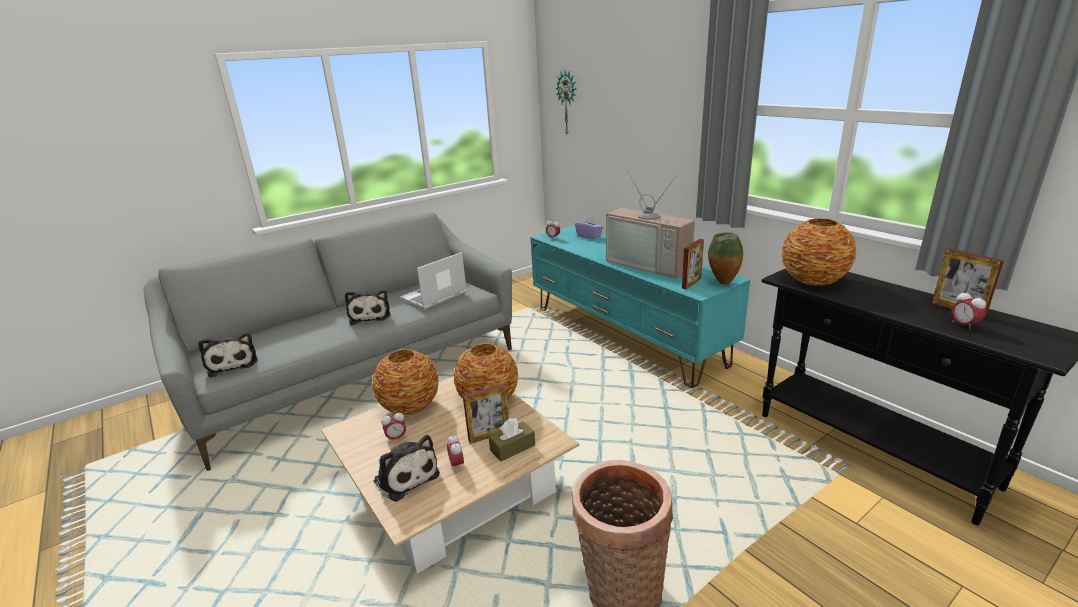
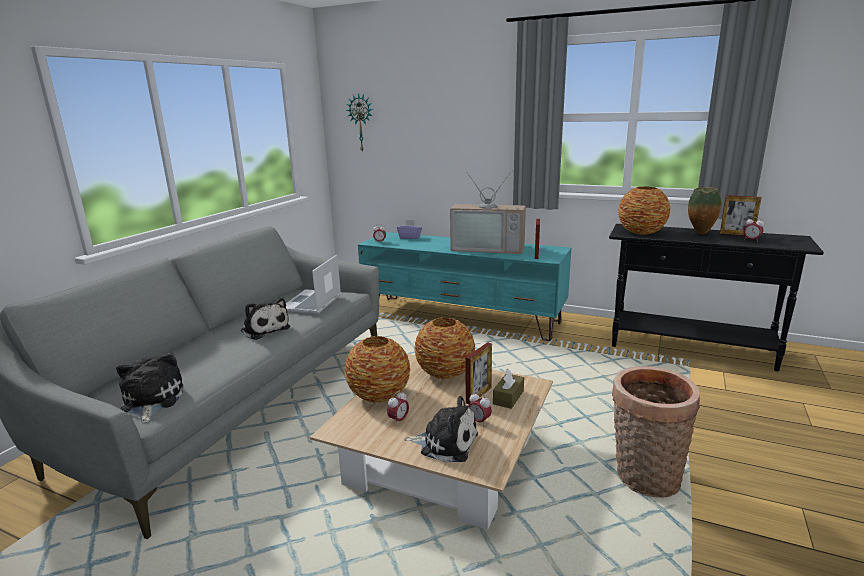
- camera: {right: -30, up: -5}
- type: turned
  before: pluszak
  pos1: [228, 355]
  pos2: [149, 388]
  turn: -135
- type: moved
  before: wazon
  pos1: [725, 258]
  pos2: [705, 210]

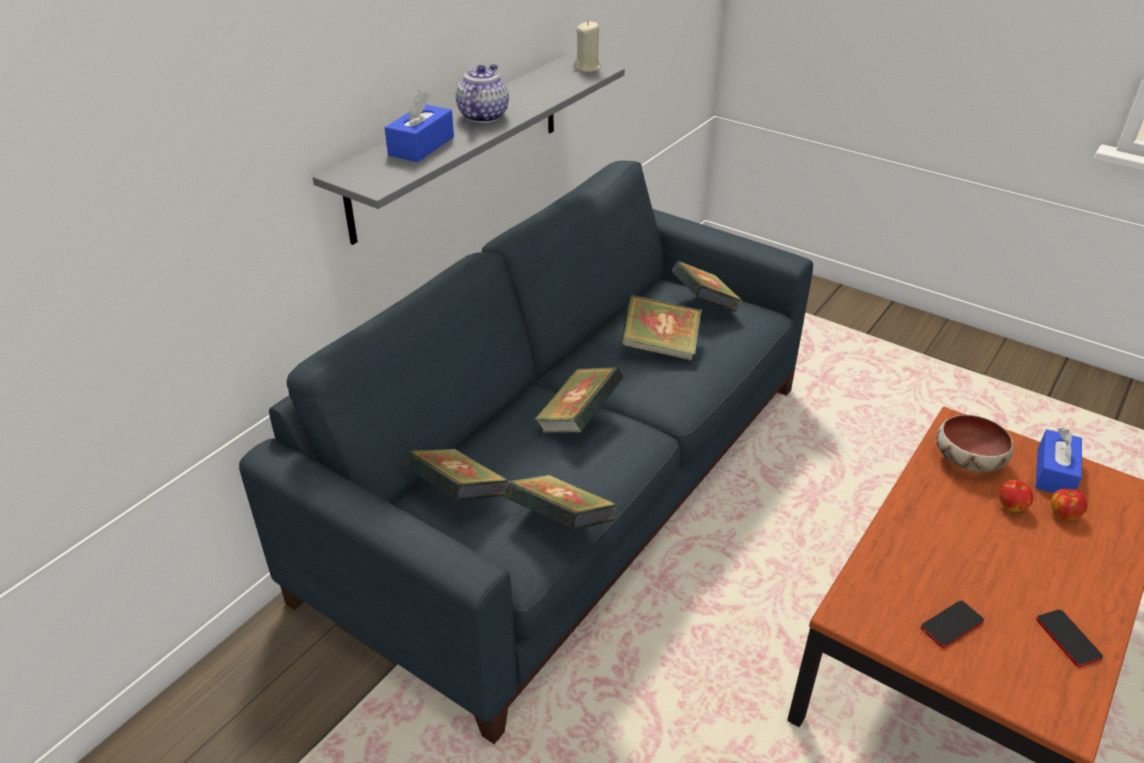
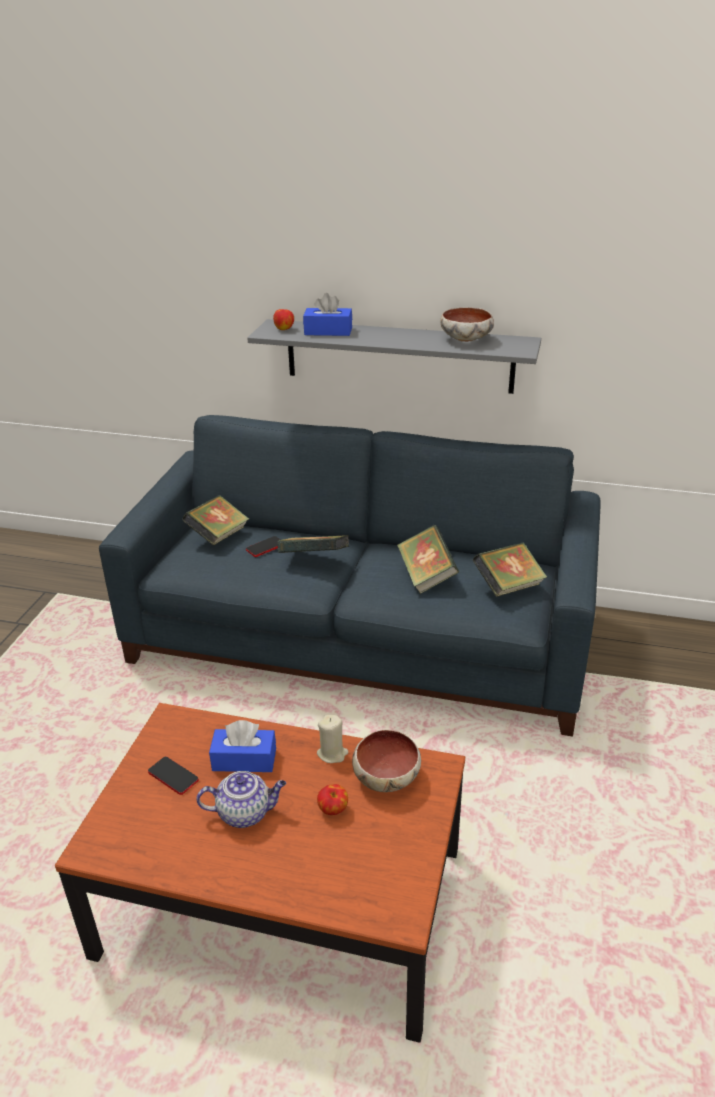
- camera: {right: 70, up: -5}
- type: moved
  before: imbryk
  pos1: [482, 93]
  pos2: [241, 799]
- type: moved
  before: pudełko chusteczek/niebieski
  pos1: [1058, 460]
  pos2: [242, 746]
- type: moved
  before: telefon
  pos1: [1069, 638]
  pos2: [263, 546]
- type: moved
  before: jabłko
  pos1: [1069, 505]
  pos2: [283, 319]
- type: moved
  before: świeca/beżowy
  pos1: [587, 46]
  pos2: [332, 739]
- type: added
  after: miska
  pos2: [467, 324]
- type: removed
  before: książka
  pos1: [561, 502]

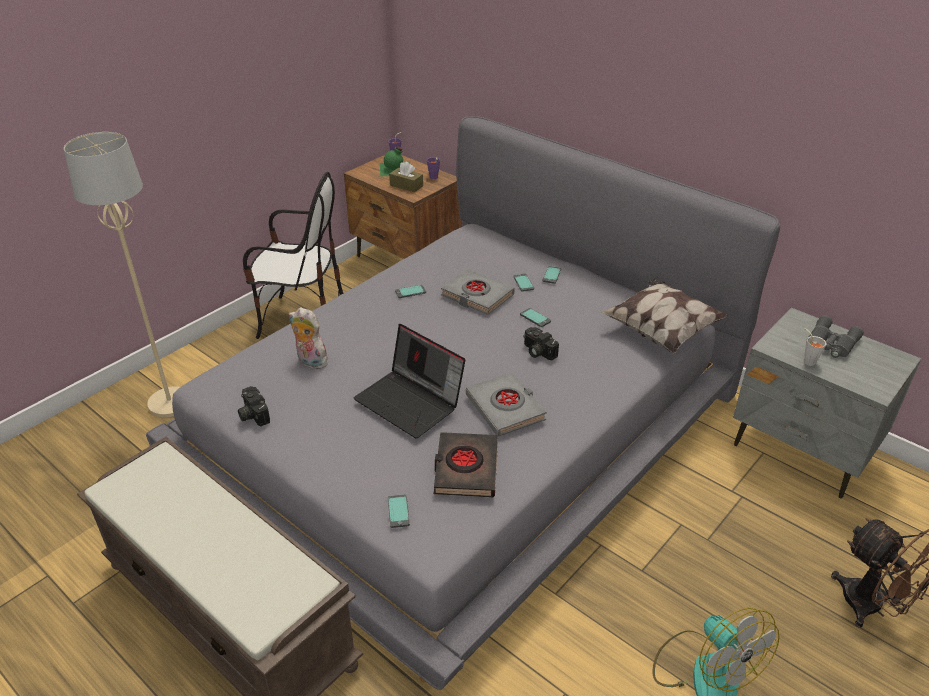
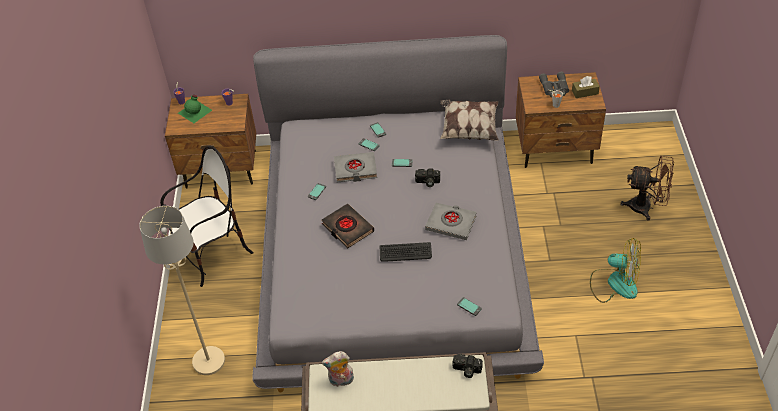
- camera: {right: -40, up: 10}
- type: moved
  before: książka/czarny
  pos1: [466, 464]
  pos2: [347, 226]
- type: moved
  before: pluszak
  pos1: [308, 338]
  pos2: [337, 369]
- type: replaced
  before: laptop
  after: klawiatura
  pos1: [409, 381]
  pos2: [406, 252]
- type: moved
  before: aparat fotograficzny
  pos1: [254, 406]
  pos2: [468, 366]
- type: recoloured
  before: szafka nocna/szary
  after: szafka nocna/brązowy
  pos1: [827, 403]
  pos2: [561, 120]
- type: moved
  before: pudełko chusteczek/brązowy
  pos1: [406, 176]
  pos2: [586, 87]

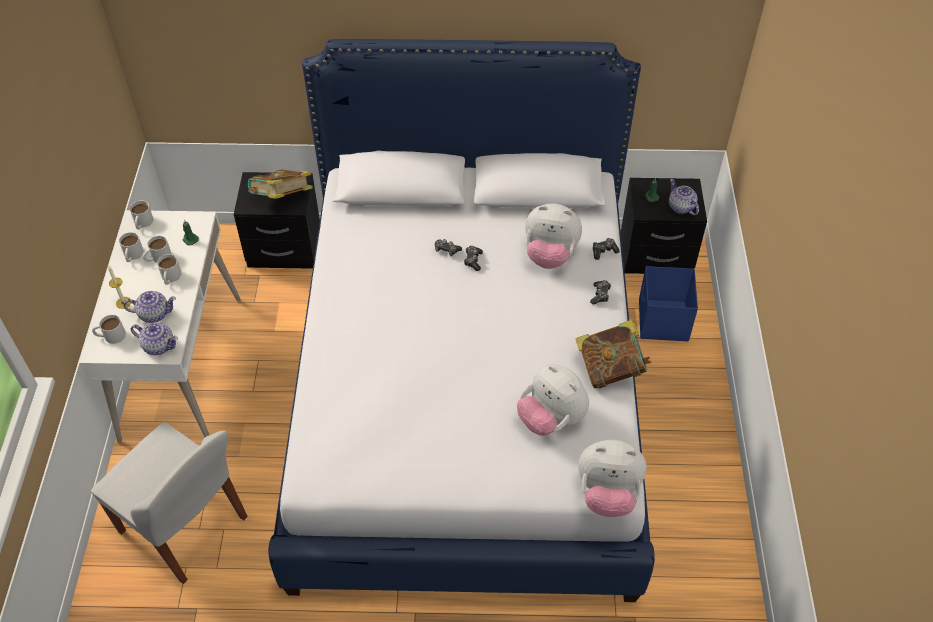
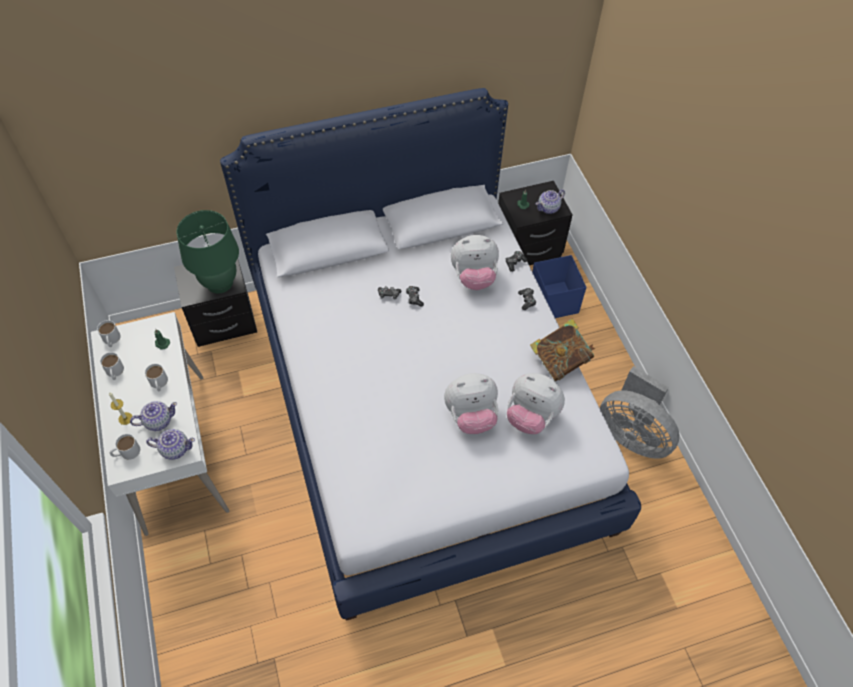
- camera: {right: -20, up: 5}
- type: replaced
  before: książka
  after: lampa stołowa/zielony
  pos1: [280, 184]
  pos2: [207, 251]
- type: moved
  before: pluszak
  pos1: [612, 478]
  pos2: [471, 403]
- type: turned
  before: imbryk
  pos1: [684, 197]
  pos2: [550, 201]
  turn: -75
- type: added
  after: wentylator/szary
  pos2: [639, 412]
- type: removed
  before: krzesło/biały
  pos1: [169, 503]
- type: removed
  before: kubek/biały
  pos1: [157, 249]

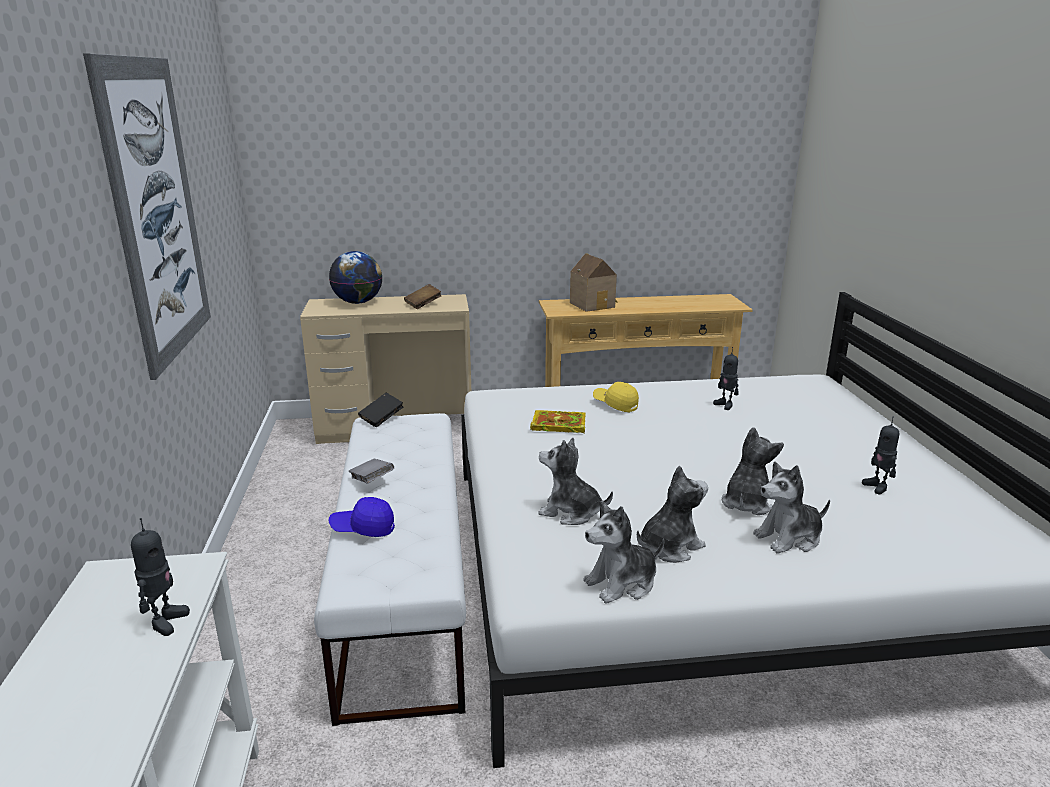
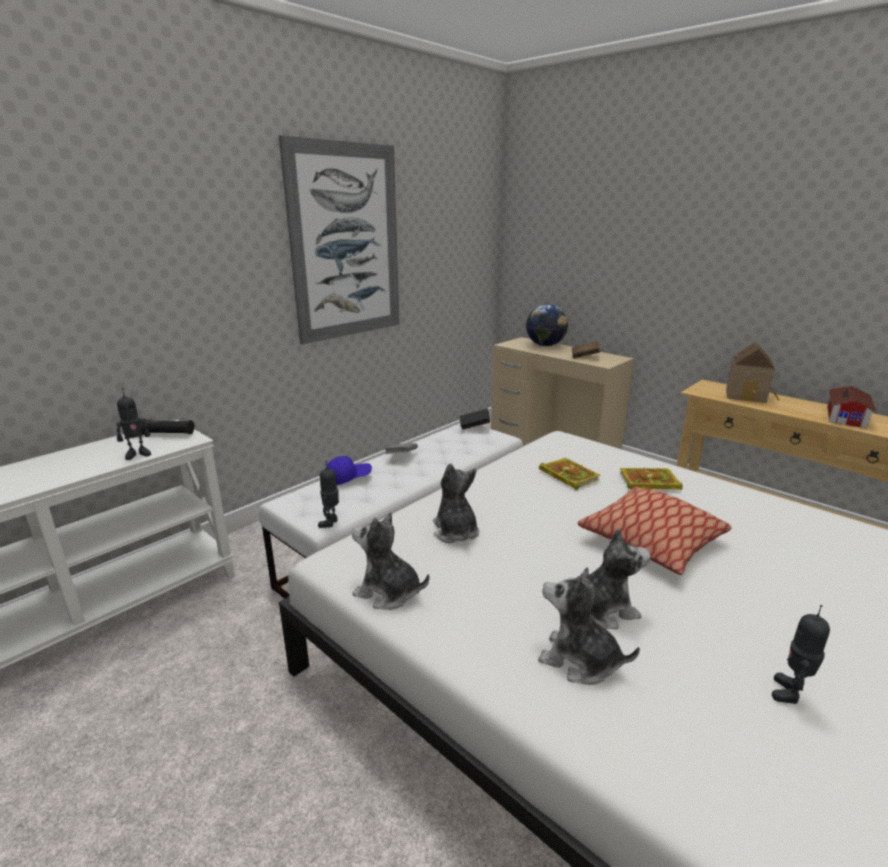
- camera: {right: 50, up: 0}
- type: added
  after: latarka/czarny
  pos2: [167, 426]
- type: moved
  before: robot zabawkowy
  pos1: [726, 378]
  pos2: [328, 494]
- type: turned
  before: czapka z daszkiem/niebieski
  pos1: [362, 517]
  pos2: [349, 470]
  turn: 105
- type: added
  after: poduszka
  pos2: [655, 530]
- type: replaced
  before: czapka z daszkiem/żółty
  after: książka
  pos1: [616, 397]
  pos2: [651, 479]
- type: added
  after: domek
  pos2: [851, 407]
- type: removed
  before: pluszak
  pos1: [672, 514]

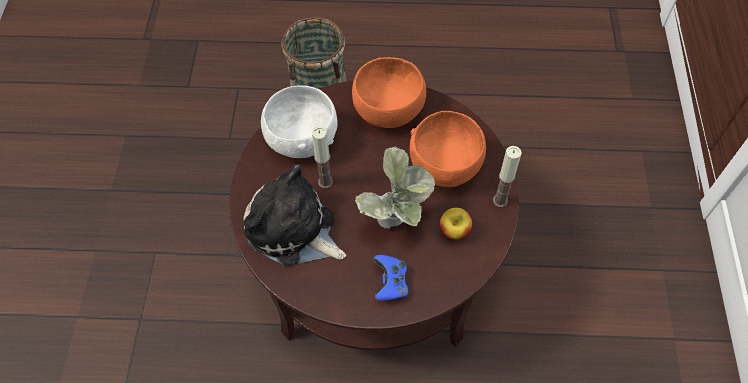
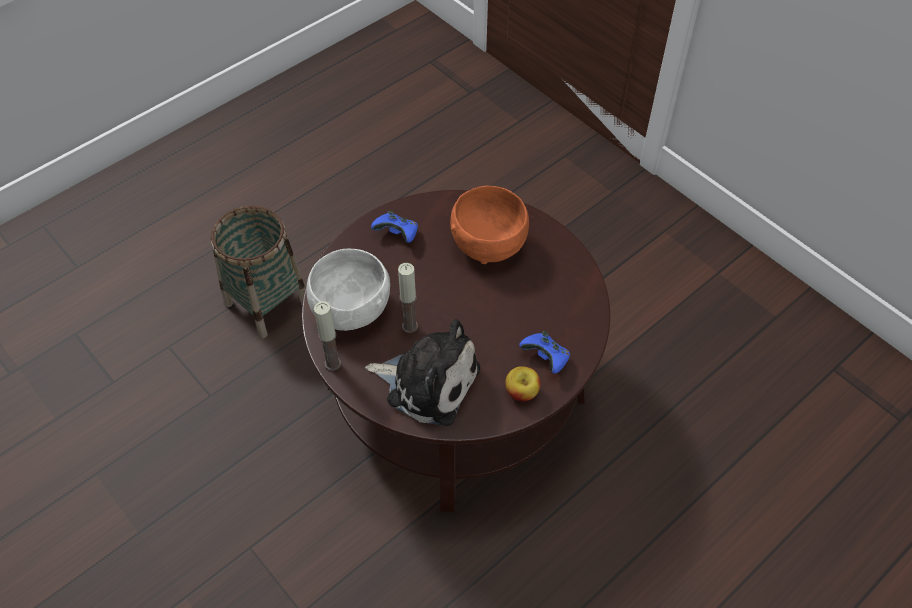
- camera: {right: -45, up: -5}
- type: moved
  before: świeca
  pos1: [507, 176]
  pos2: [327, 336]
- type: turned
  before: pluszak
  pos1: [294, 215]
  pos2: [422, 372]
  turn: -150
- type: replaced
  before: miska/pomarańczowy
  after: pad do gier/niebieski
  pos1: [389, 92]
  pos2: [394, 227]
- type: moved
  before: jabłko
  pos1: [456, 224]
  pos2: [523, 383]
- type: removed
  before: roślina doniczkowa
  pos1: [395, 188]

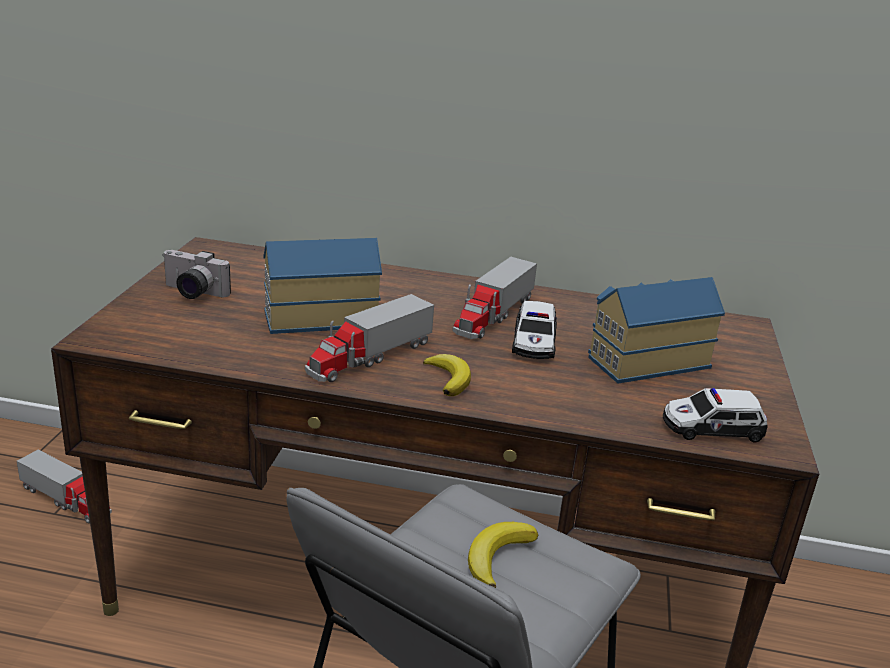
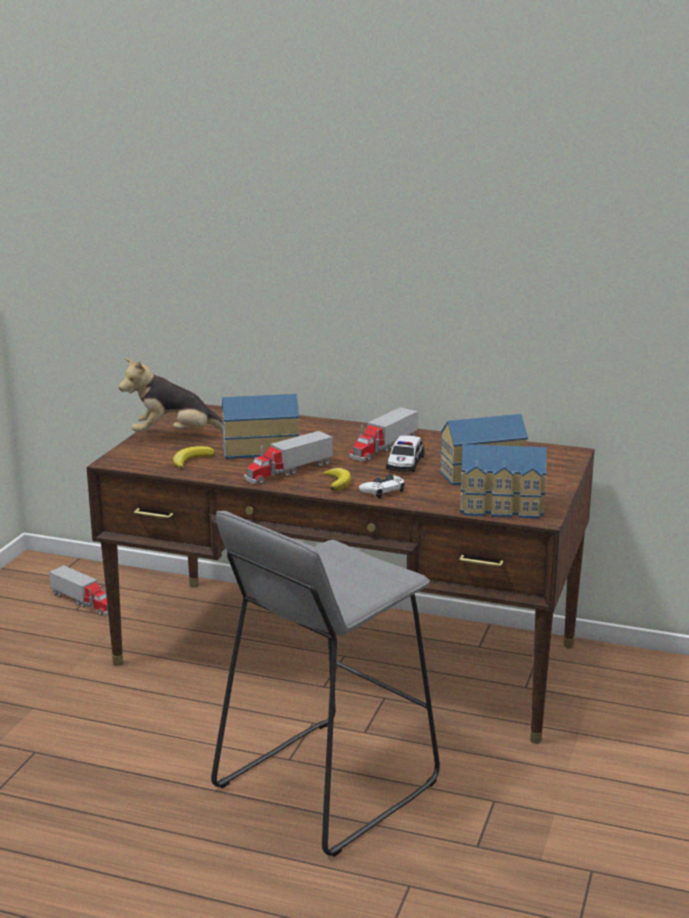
- camera: {right: 10, up: -5}
- type: replaced
  before: aparat fotograficzny
  after: pluszak
  pos1: [196, 274]
  pos2: [171, 395]
- type: moved
  before: banan
  pos1: [503, 555]
  pos2: [194, 457]
- type: added
  after: pad do gier/biały
  pos2: [382, 486]
- type: replaced
  before: samochodzik
  after: domek
  pos1: [715, 415]
  pos2: [503, 481]

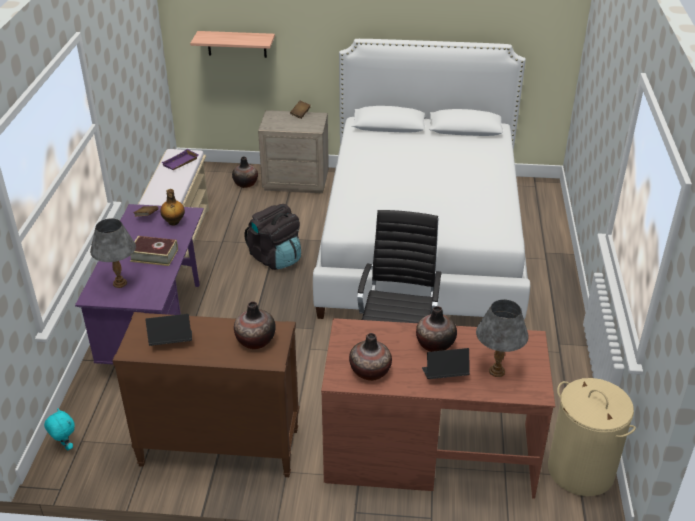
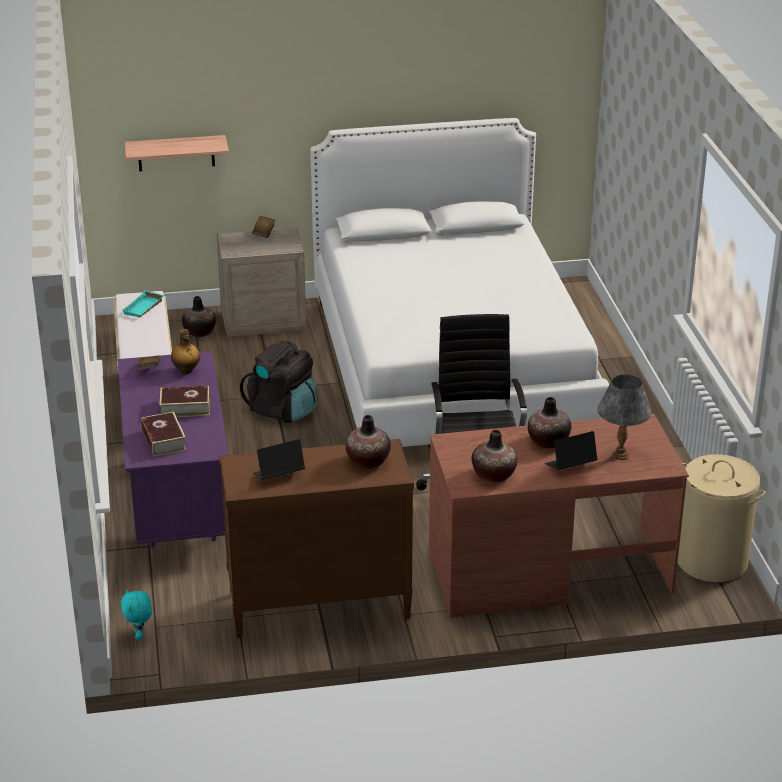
- camera: {right: -15, up: -5}
- type: turned
  before: pluszak/turkusowy
  pos1: [59, 429]
  pos2: [136, 614]
  turn: -135
- type: recoloured
  before: taca/fioletowy
  after: taca/turkusowy
  pos1: [179, 159]
  pos2: [143, 303]
- type: replaced
  before: lampa stołowa/szary
  after: książka
  pos1: [113, 253]
  pos2: [164, 434]

